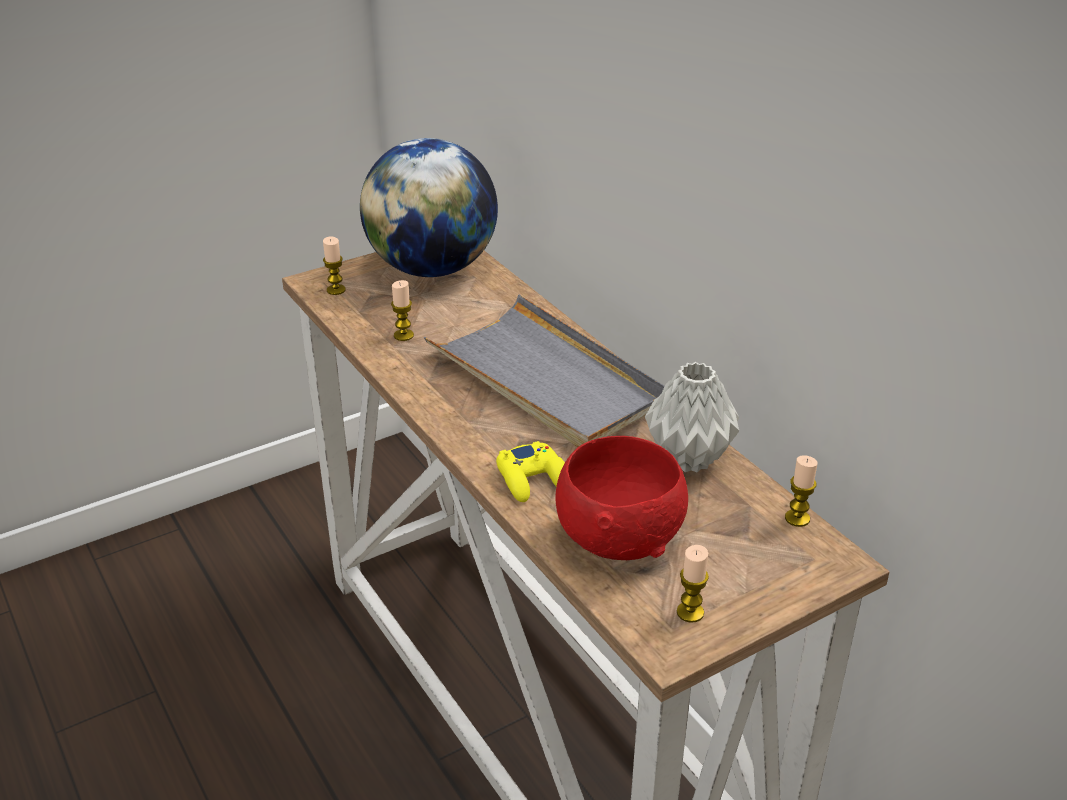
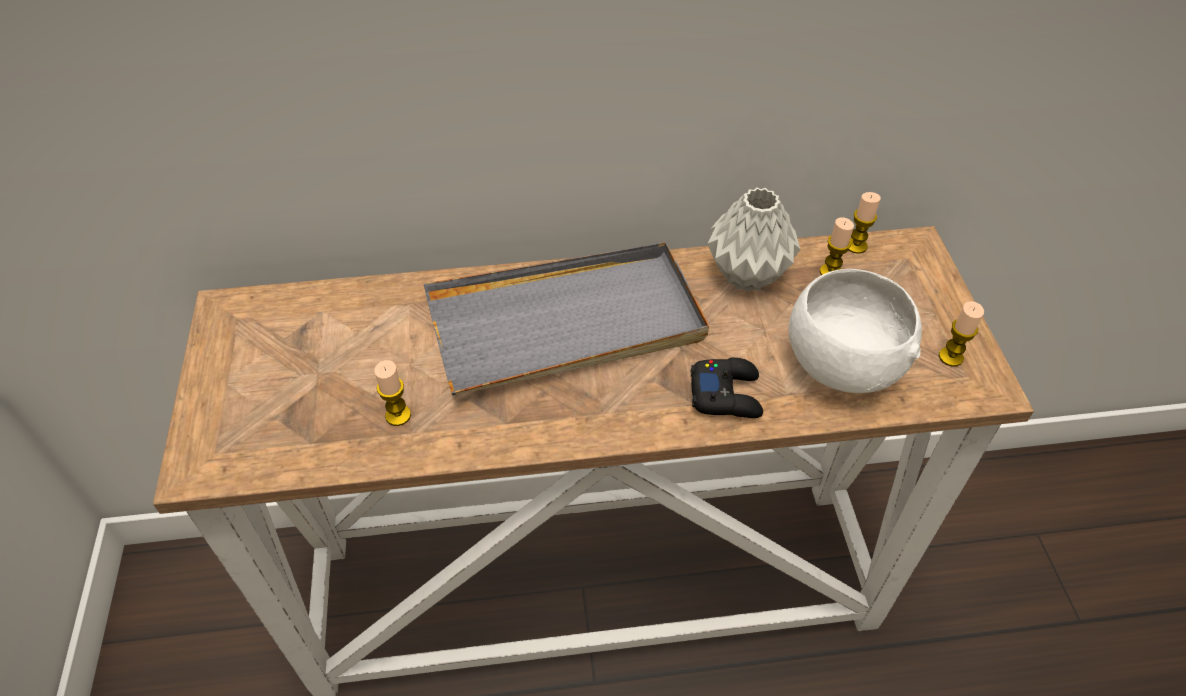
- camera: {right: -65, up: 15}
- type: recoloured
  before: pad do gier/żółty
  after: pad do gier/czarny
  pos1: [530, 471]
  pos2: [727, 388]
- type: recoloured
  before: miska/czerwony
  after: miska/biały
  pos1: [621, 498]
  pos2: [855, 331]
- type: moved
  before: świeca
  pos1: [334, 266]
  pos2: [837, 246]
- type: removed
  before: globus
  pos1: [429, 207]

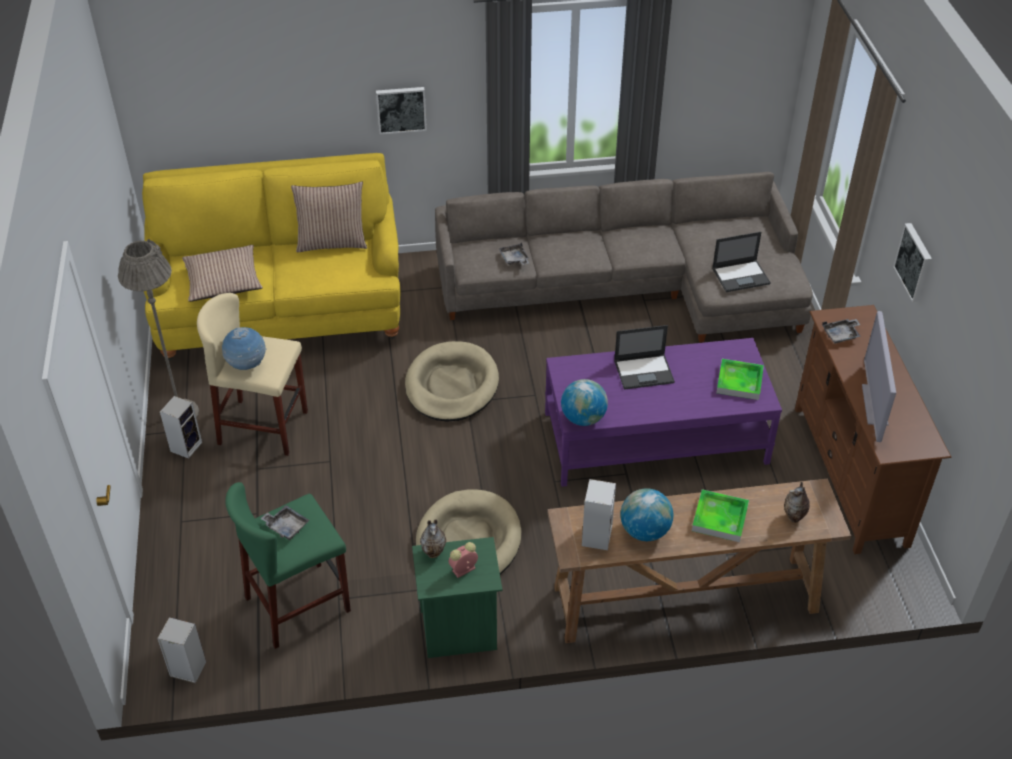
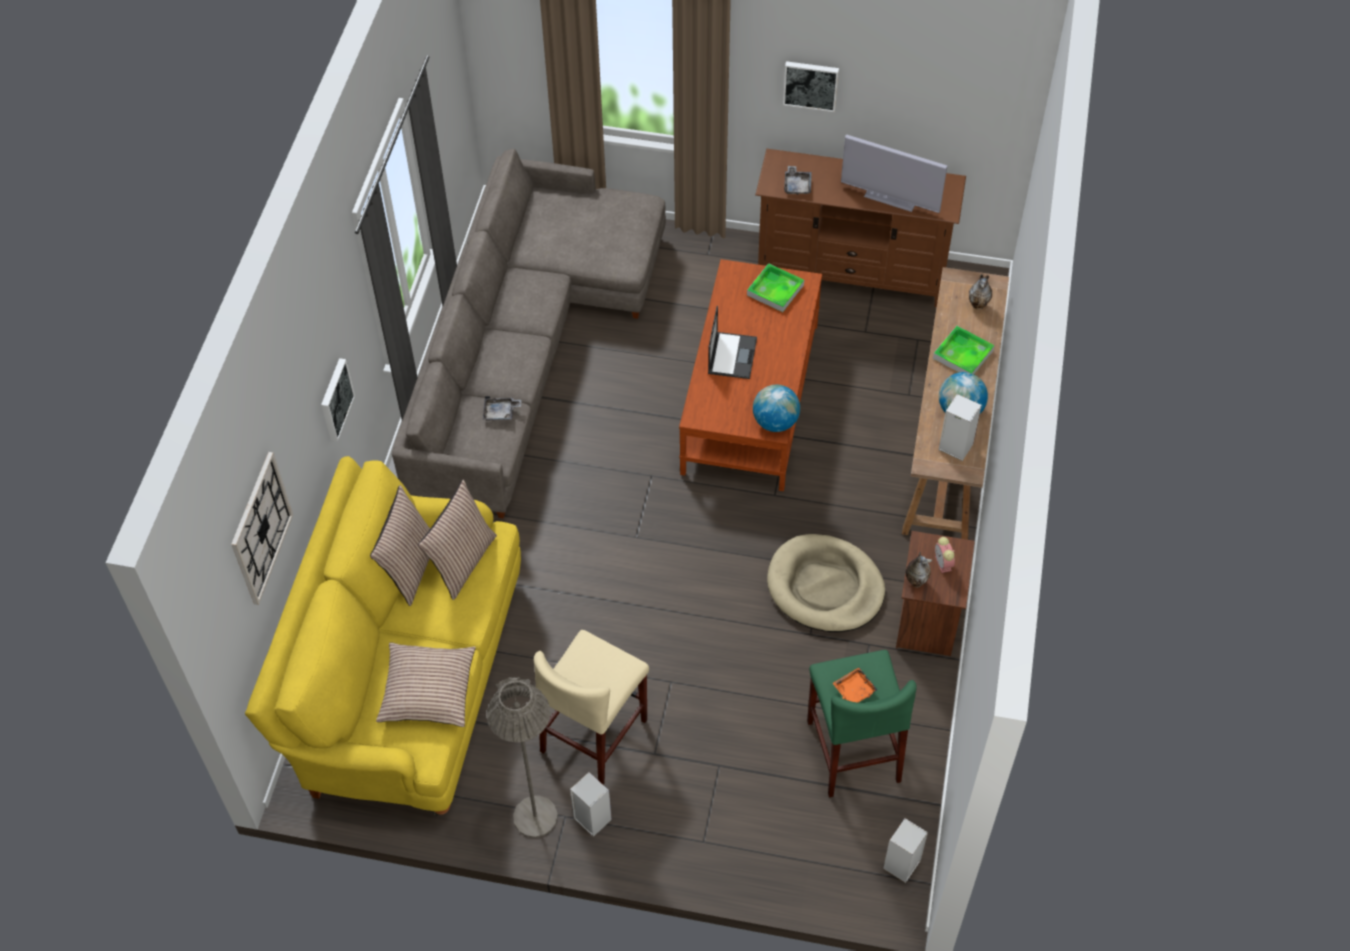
- camera: {right: -70, up: 10}
- type: added
  after: zegar ścienny
  pos2: [262, 528]
- type: added
  after: poduszka
  pos2: [457, 540]
- type: recoloured
  before: ława/fioletowy
  after: ława/brązowy
  pos1: [663, 412]
  pos2: [750, 375]
- type: recoloured
  before: taca/szary
  after: taca/pomarańczowy
  pos1: [285, 522]
  pos2: [855, 685]
- type: recoloured
  before: szafka nocna/zielony
  after: szafka nocna/brązowy
  pos1: [457, 597]
  pos2: [935, 593]
- type: removed
  before: globus
  pos1: [244, 348]
- type: removed
  before: legowisko/beżowy
  pos1: [452, 381]
- type: removed
  before: laptop
  pos1: [741, 262]

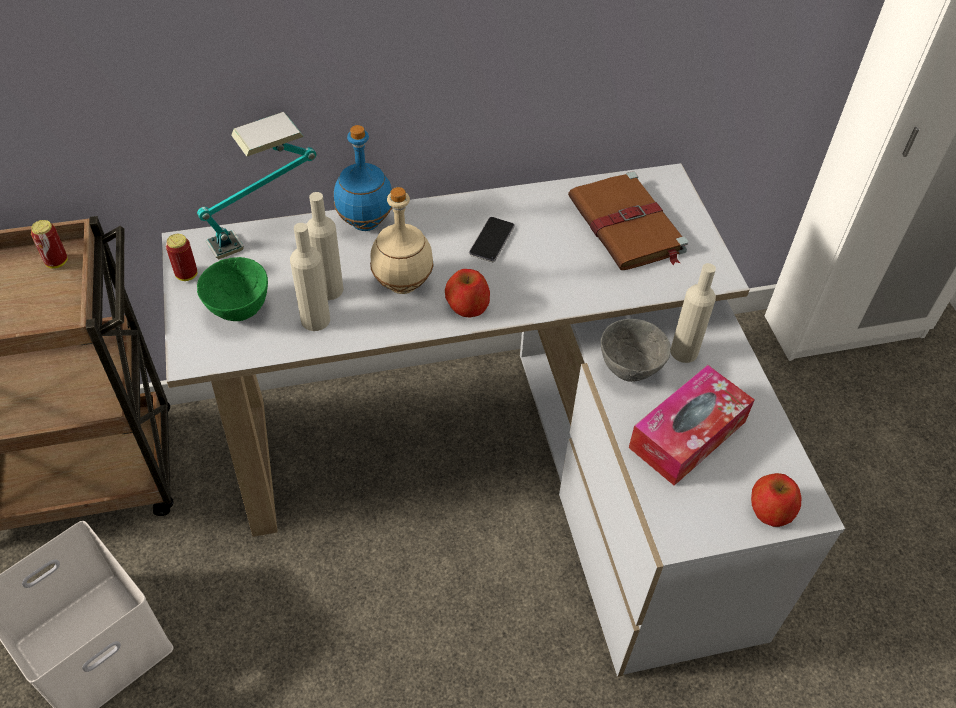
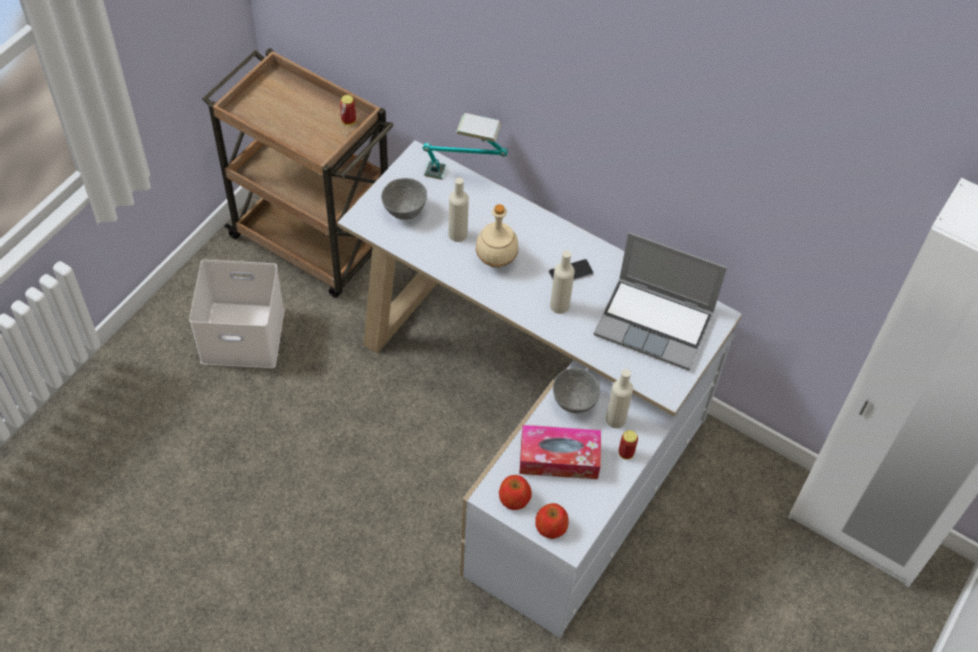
- camera: {right: 45, up: 5}
- type: recoloured
  before: miska/zielony
  after: miska/szary
  pos1: [232, 289]
  pos2: [404, 199]
- type: moved
  before: jabłko
  pos1: [467, 293]
  pos2: [515, 492]
- type: moved
  before: butelka/beżowy
  pos1: [310, 277]
  pos2: [562, 282]
- type: replaced
  before: książka/brązowy
  after: laptop
  pos1: [628, 220]
  pos2: [660, 301]
- type: moved
  before: puszka
  pos1: [181, 257]
  pos2: [628, 445]
- type: removed
  before: butelka/niebieski
  pos1: [363, 178]

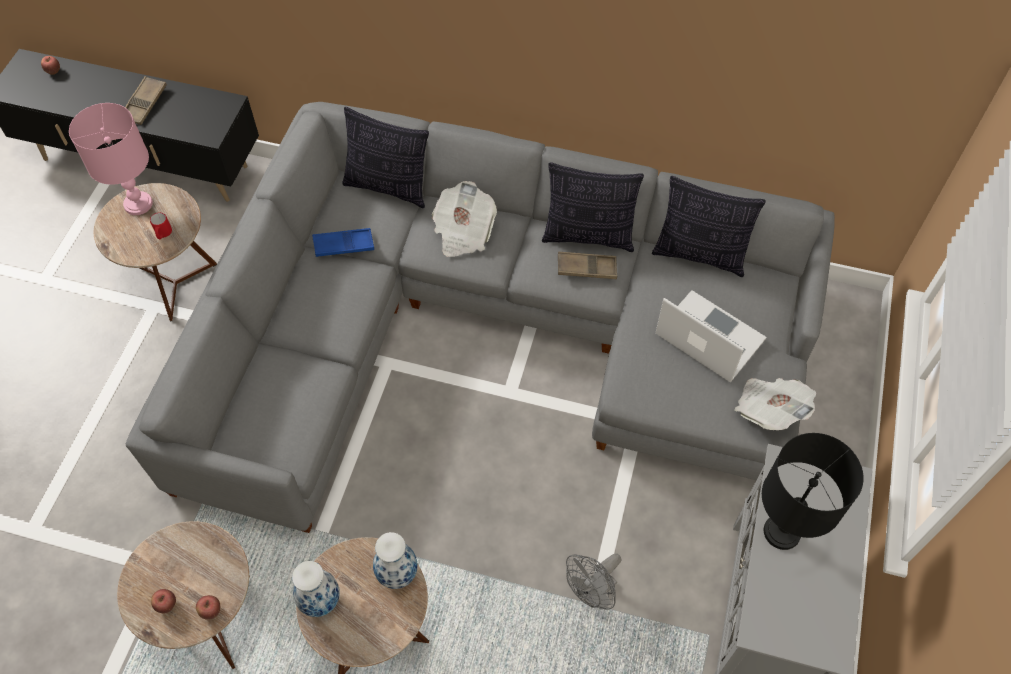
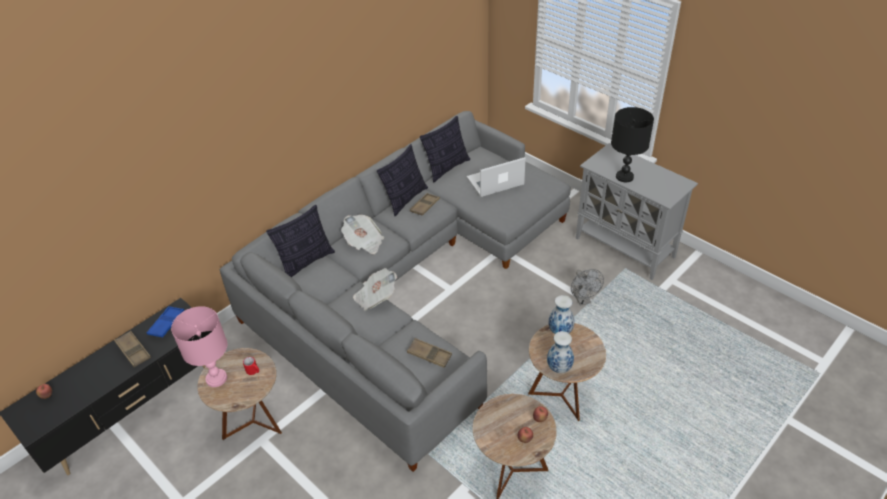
- camera: {right: -60, up: -15}
- type: moved
  before: taca/niebieski
  pos1: [343, 242]
  pos2: [165, 321]
- type: moved
  before: gazeta
  pos1: [776, 404]
  pos2: [375, 289]
- type: added
  after: taca/brązowy
  pos2: [429, 353]

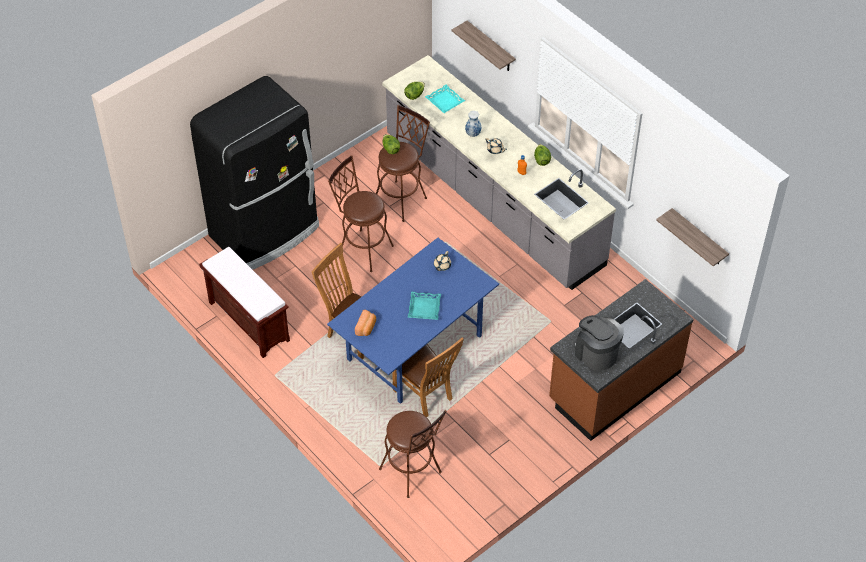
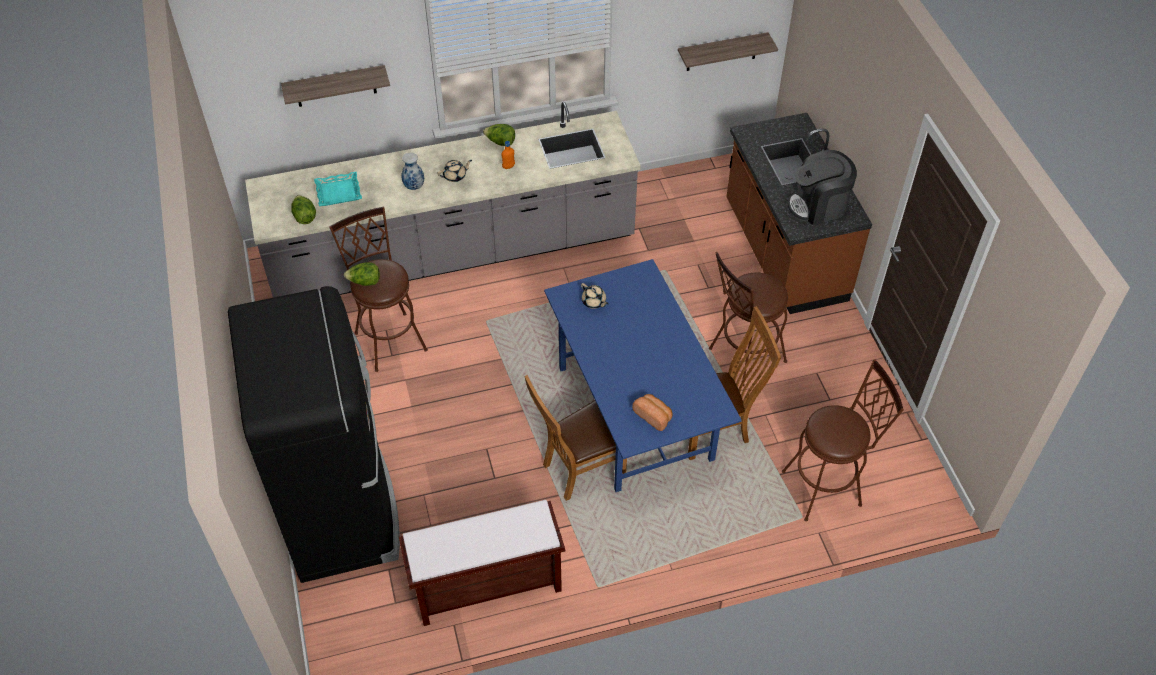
- camera: {right: -65, up: 0}
- type: moved
  before: stołek/brązowy
  pos1: [361, 213]
  pos2: [748, 319]
- type: removed
  before: taca/turkusowy
  pos1: [424, 306]

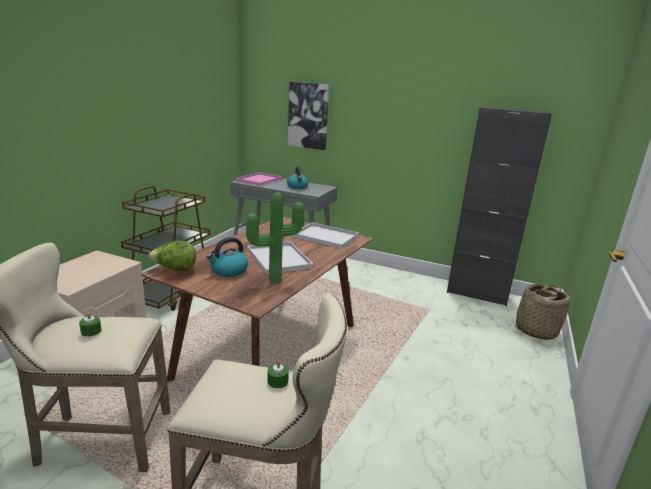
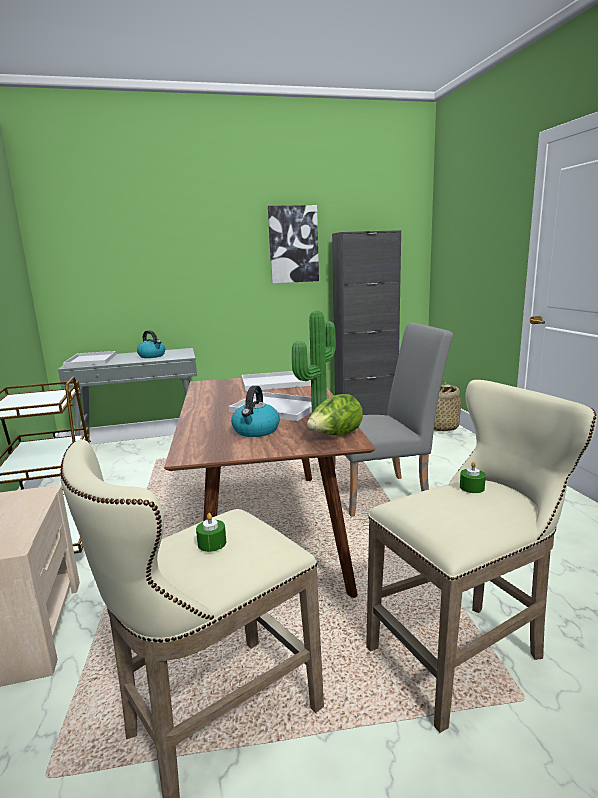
- camera: {right: -35, up: -5}
- type: recoloured
  before: taca/różowy
  after: taca/biały
  pos1: [259, 179]
  pos2: [89, 359]
- type: moved
  before: obraz
  pos1: [309, 116]
  pos2: [293, 244]
- type: moved
  before: sałata
  pos1: [172, 256]
  pos2: [335, 415]
- type: added
  after: krzesło/szary
  pos2: [392, 420]

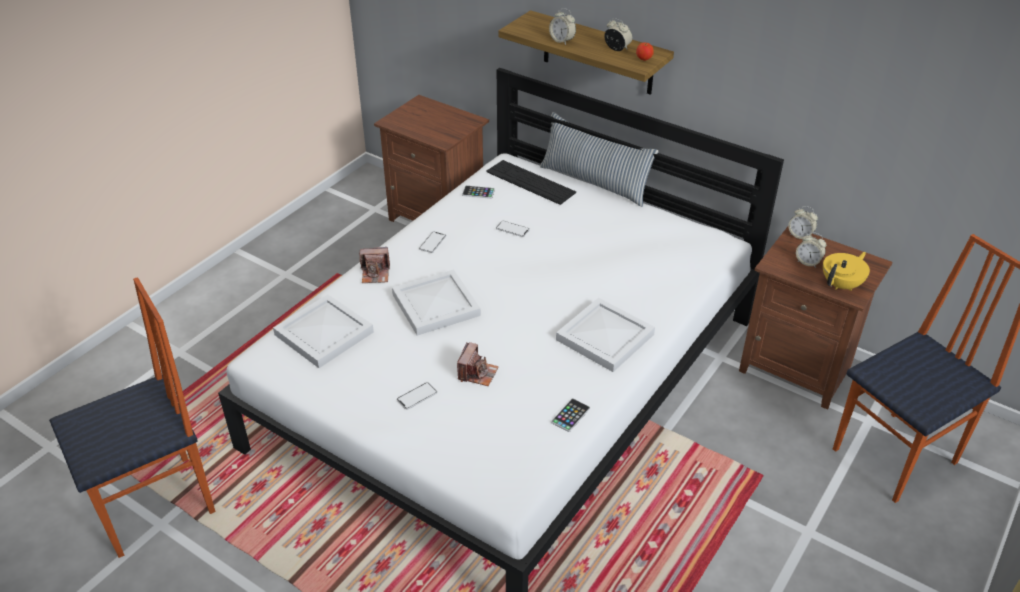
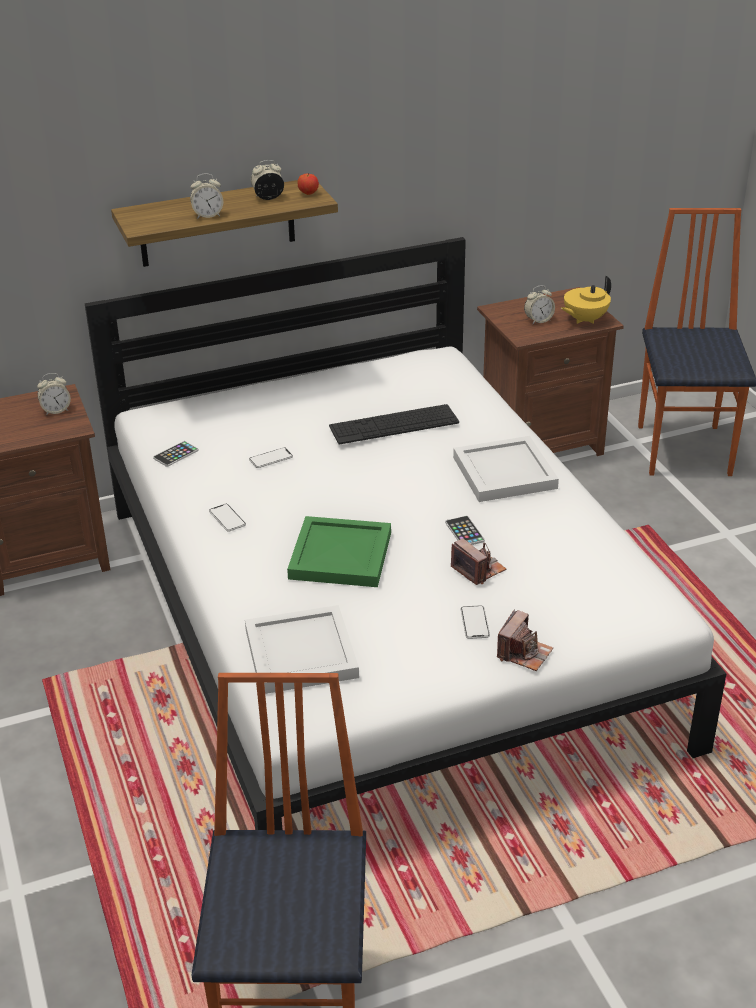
- camera: {right: -55, up: -5}
- type: moved
  before: budzik
  pos1: [803, 222]
  pos2: [54, 394]
- type: recoloured
  before: taca/biały
  after: taca/zielony
  pos1: [436, 302]
  pos2: [339, 551]
- type: moved
  before: klawiatura
  pos1: [531, 182]
  pos2: [394, 424]
- type: moved
  before: telefon
  pos1: [570, 415]
  pos2: [465, 530]
- type: moved
  before: aparat fotograficzny
  pos1: [374, 265]
  pos2: [525, 640]
- type: turned
  before: imbryk/żółty
  pos1: [846, 271]
  pos2: [586, 299]
  turn: -120
- type: removed
  before: poduszka
  pos1: [599, 159]

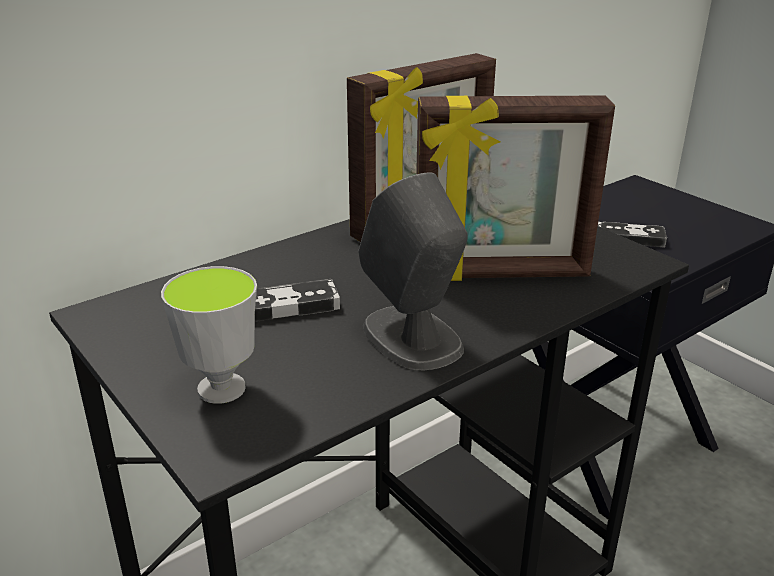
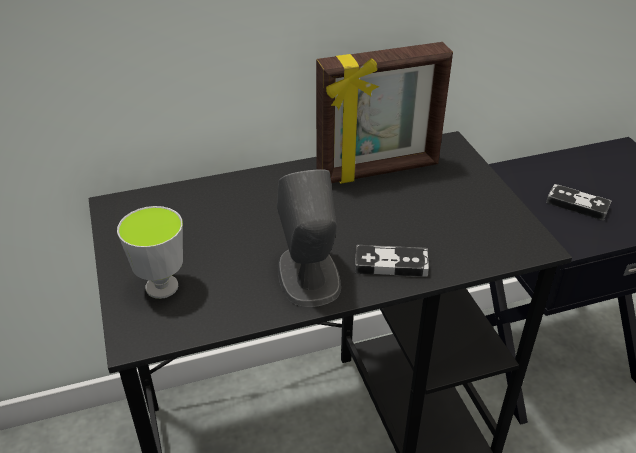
- camera: {right: 20, up: 10}
- type: moved
  before: pad do gier
  pos1: [297, 300]
  pos2: [392, 261]
- type: removed
  before: ramka na zdjęcie
  pos1: [515, 188]

